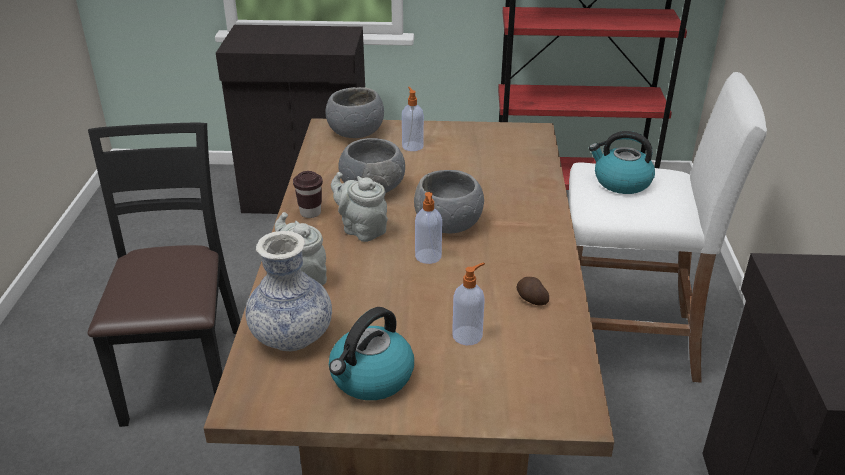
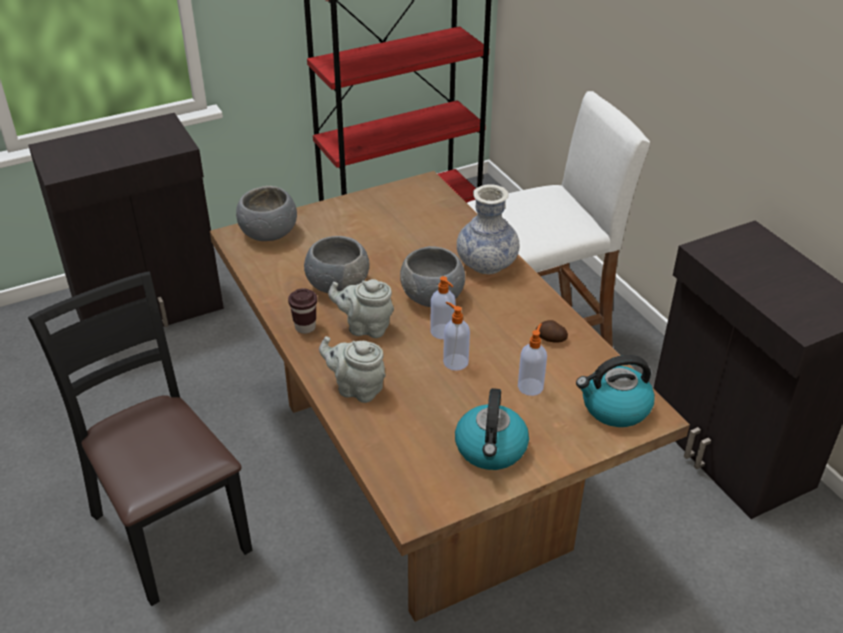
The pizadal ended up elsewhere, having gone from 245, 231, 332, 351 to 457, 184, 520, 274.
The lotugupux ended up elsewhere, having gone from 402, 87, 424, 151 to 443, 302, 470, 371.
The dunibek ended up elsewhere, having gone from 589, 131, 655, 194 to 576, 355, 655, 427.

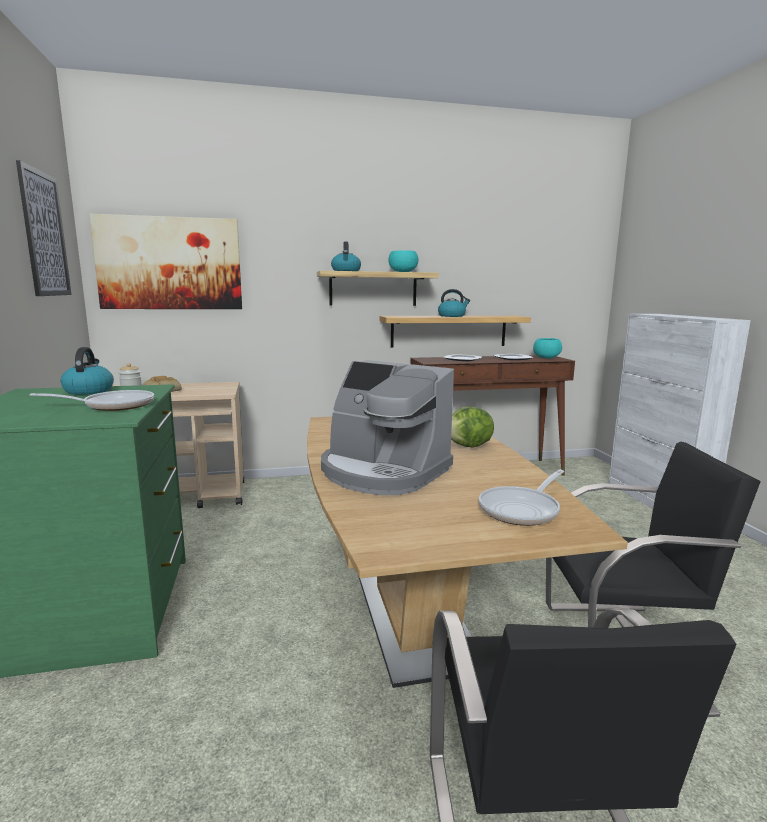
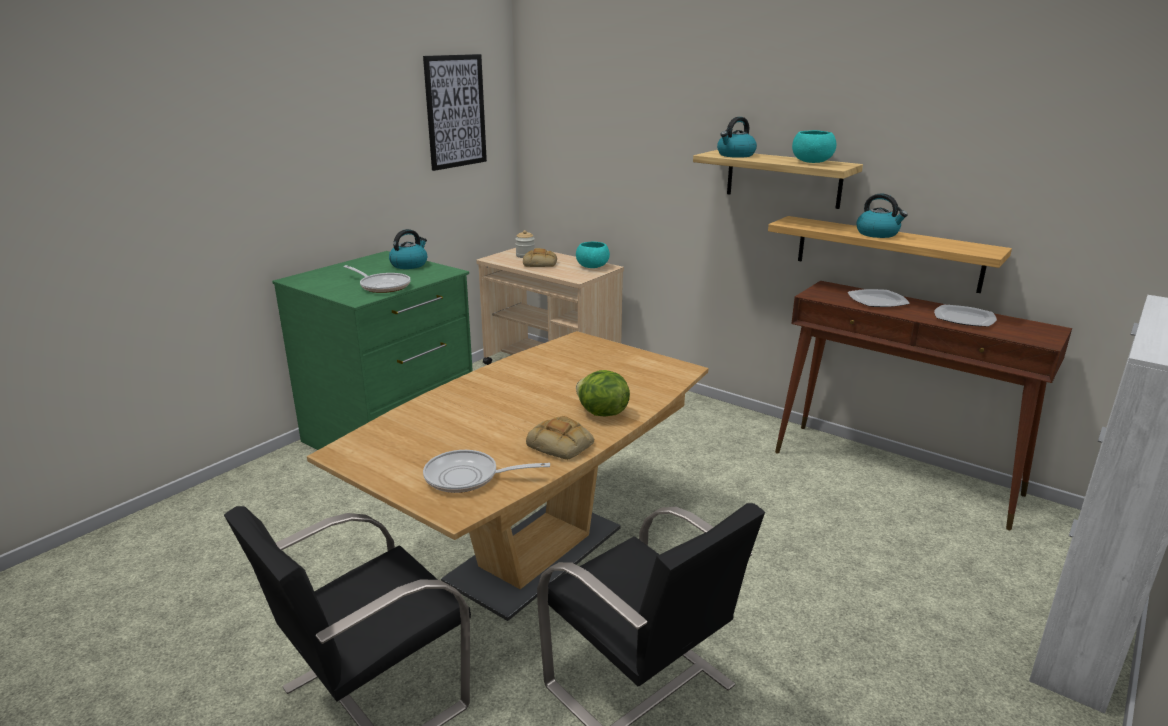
The second view lost the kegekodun at 89, 214, 242, 309.
The second view lost the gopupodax at 321, 360, 454, 495.
The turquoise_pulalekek ended up elsewhere, having gone from 533, 338, 562, 358 to 576, 242, 610, 268.
The second view gained the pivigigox at 526, 416, 594, 460.

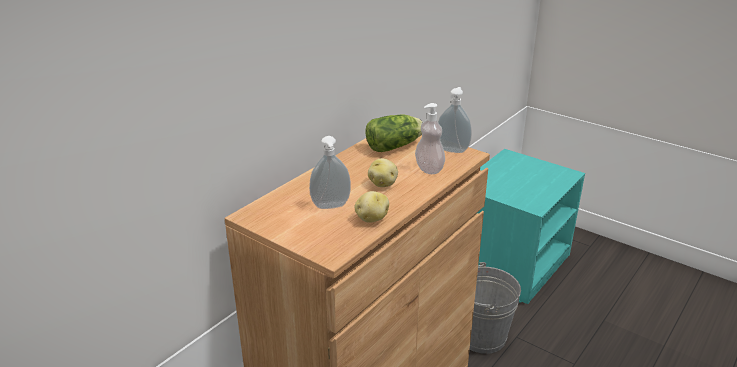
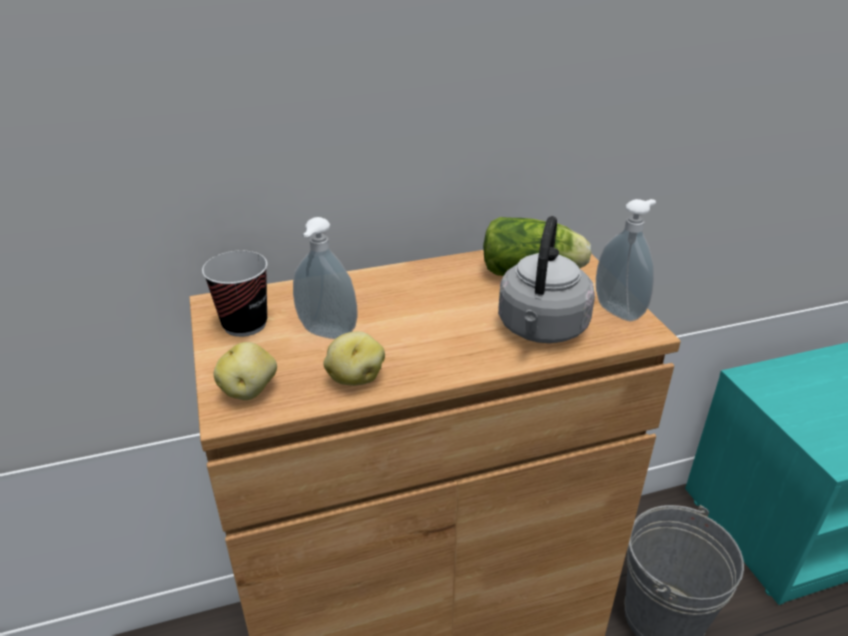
The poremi ended up elsewhere, having gone from 368, 158, 398, 187 to 214, 342, 277, 400.
Where the lotugupux stood at 415, 103, 445, 174, the grey_dunibek came to stand at 498, 216, 595, 343.
The second view gained the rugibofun at 202, 251, 268, 337.

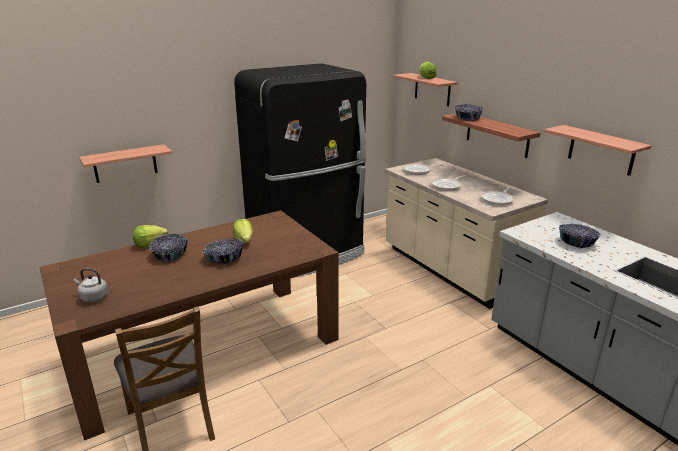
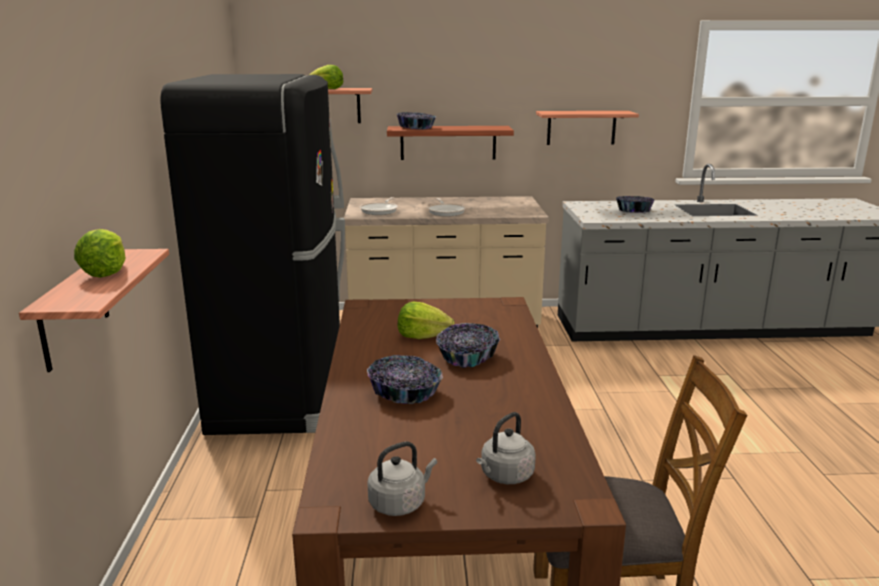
The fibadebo ended up elsewhere, having gone from 133, 225, 168, 248 to 74, 229, 126, 278.
The second view lost the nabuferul at 481, 187, 515, 206.
The second view gained the grey_dunibek at 367, 441, 437, 516.

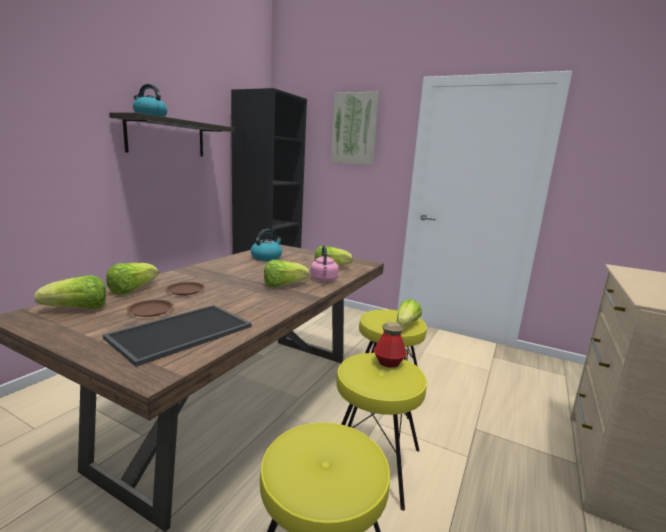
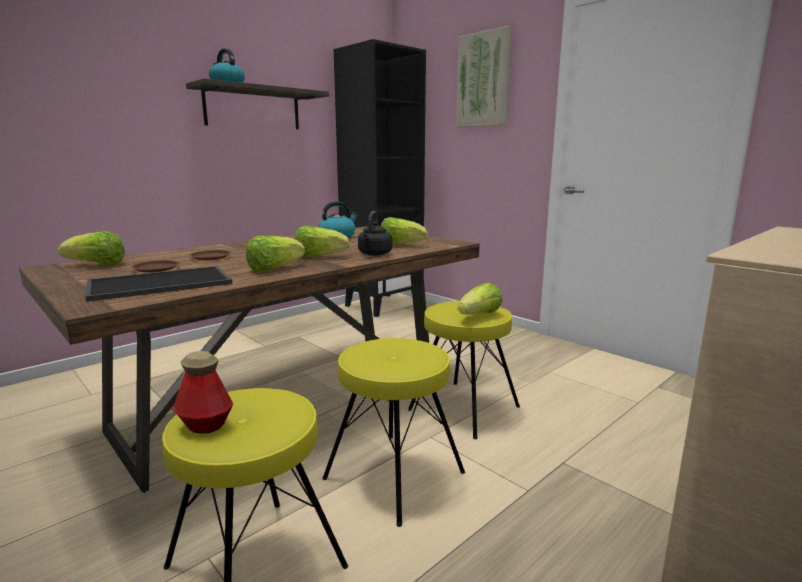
The fibadebo ended up elsewhere, having gone from 106, 263, 159, 295 to 246, 235, 305, 272.
What was the pink_dunibek at 310, 245, 339, 282 turned into the black_dunibek at 358, 211, 392, 256.
The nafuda ended up elsewhere, having gone from 374, 322, 407, 368 to 174, 351, 233, 434.

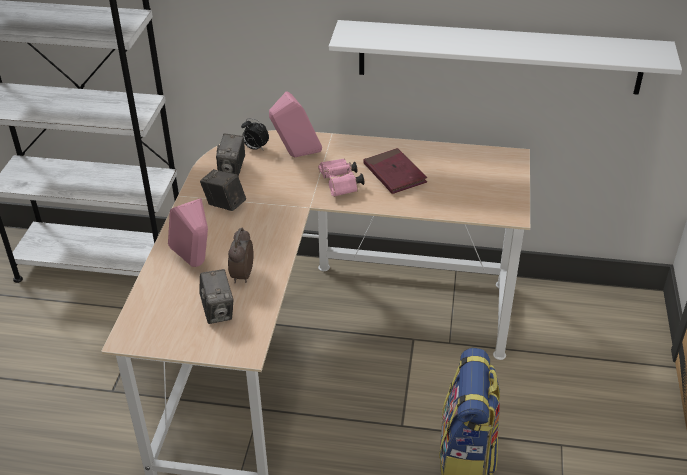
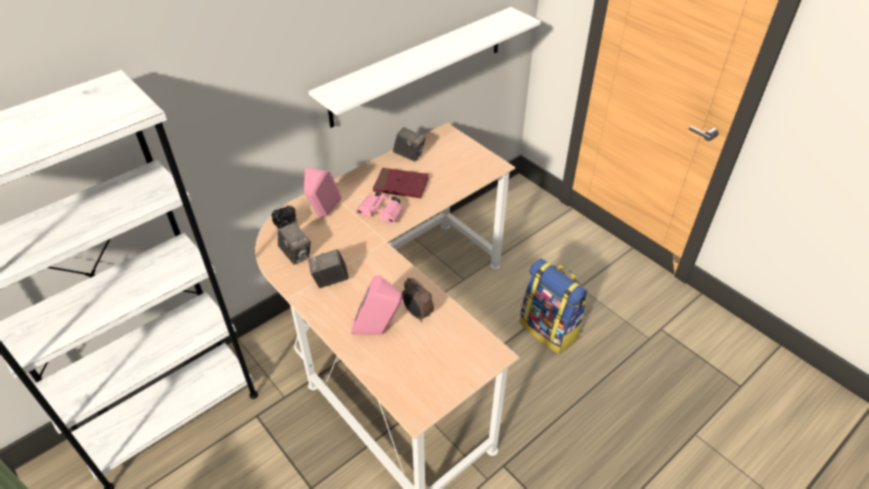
The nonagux ended up elsewhere, having gone from 199, 269, 234, 324 to 393, 127, 426, 162.

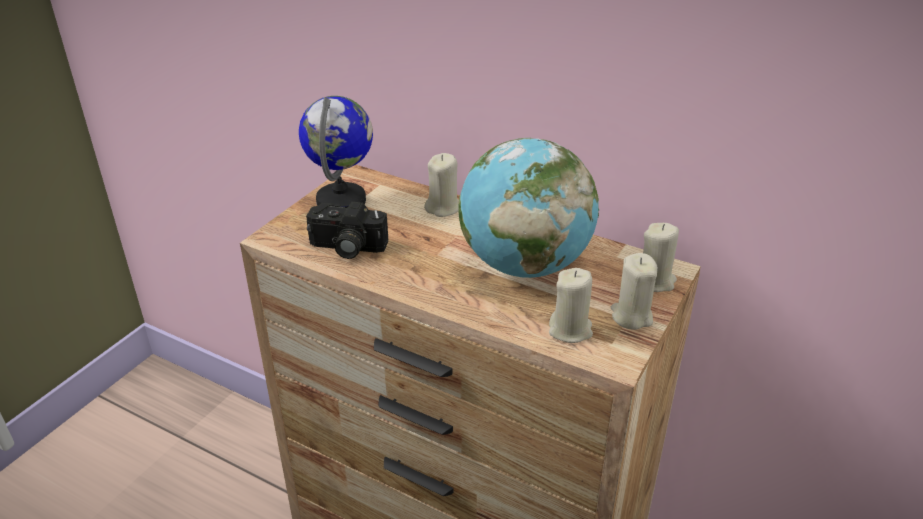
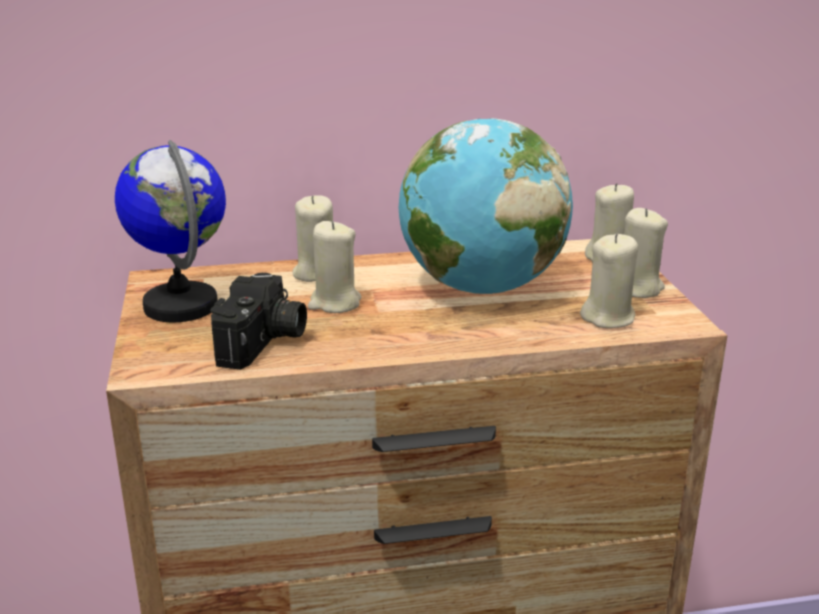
The nonagux at 306, 202, 389, 259 ended up facing another way, 45 degrees counterclockwise from before.
The second view gained the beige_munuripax at 308, 221, 362, 313.

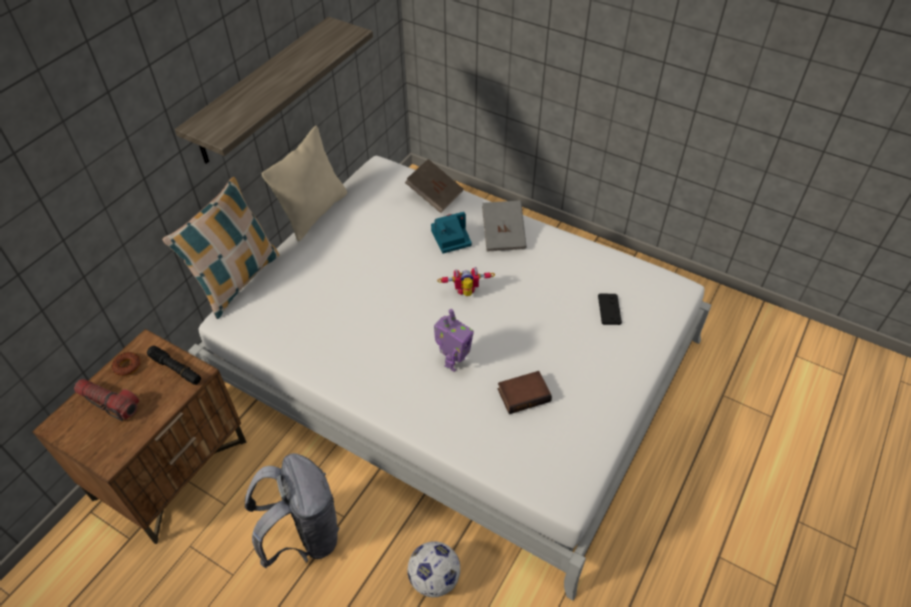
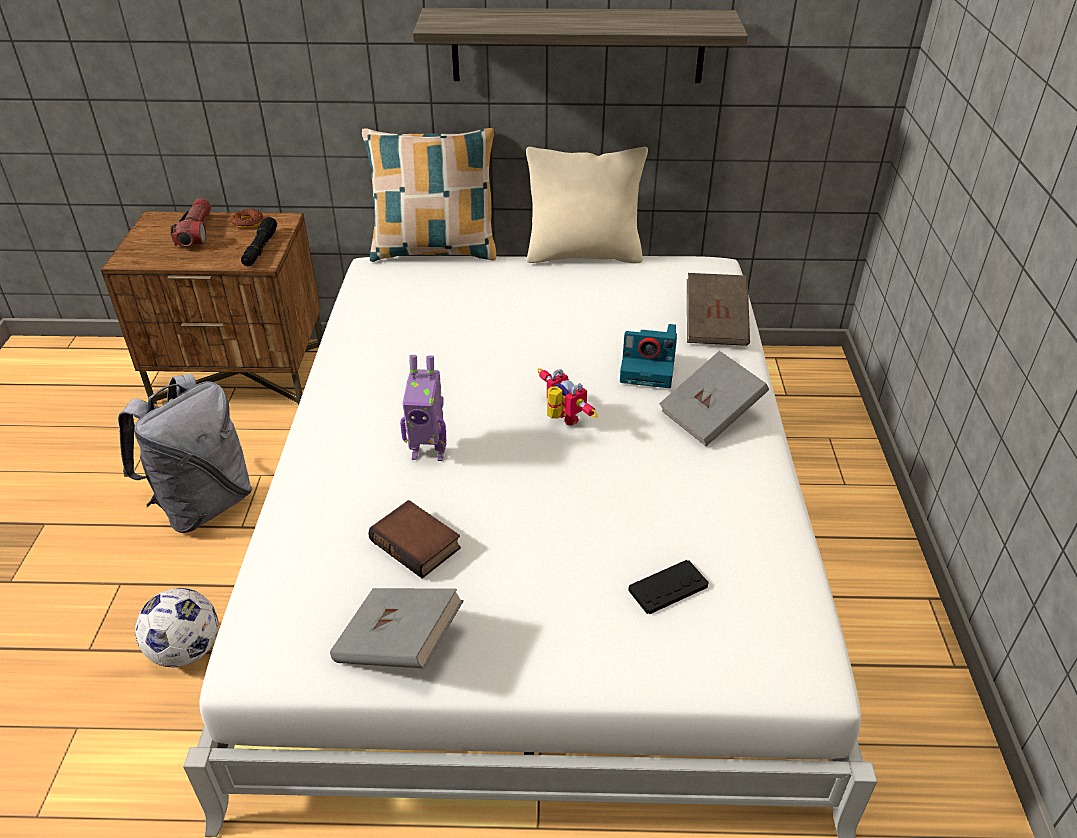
The nonagux at 431, 212, 472, 254 ended up facing another way, 150 degrees clockwise from before.
The second view gained the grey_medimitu at 330, 588, 463, 669.

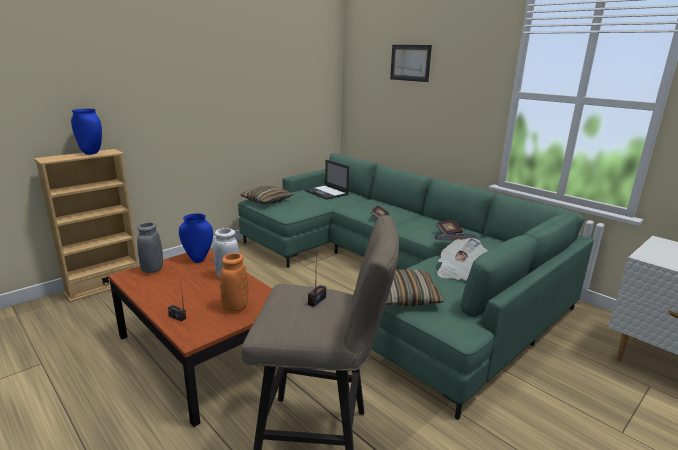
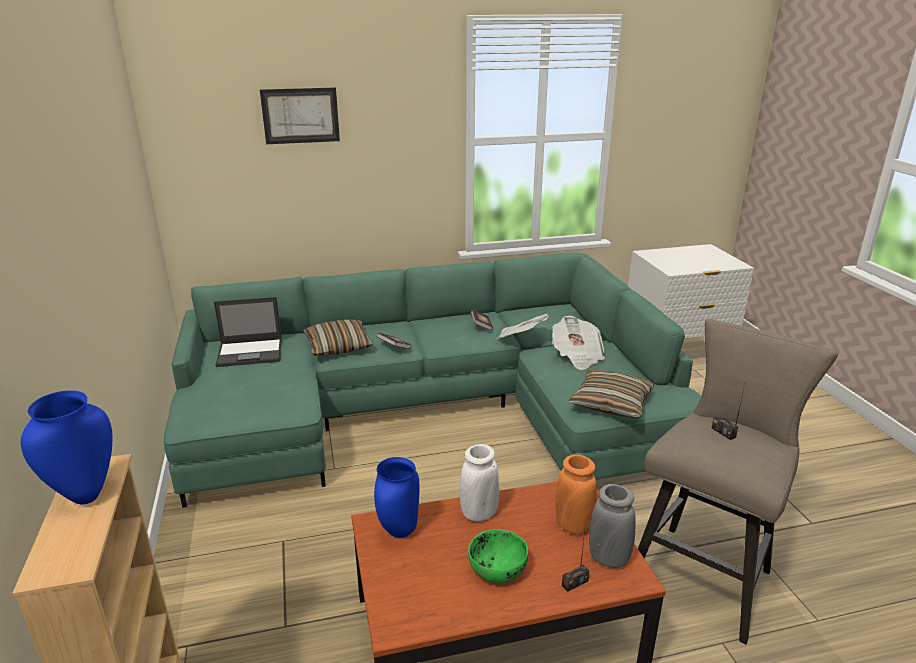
The grey_pizadal ended up elsewhere, having gone from 137, 222, 163, 273 to 589, 484, 636, 568.
The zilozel ended up elsewhere, having gone from 240, 185, 294, 204 to 303, 319, 373, 356.
The second view gained the green_pulalekek at 468, 529, 528, 583.

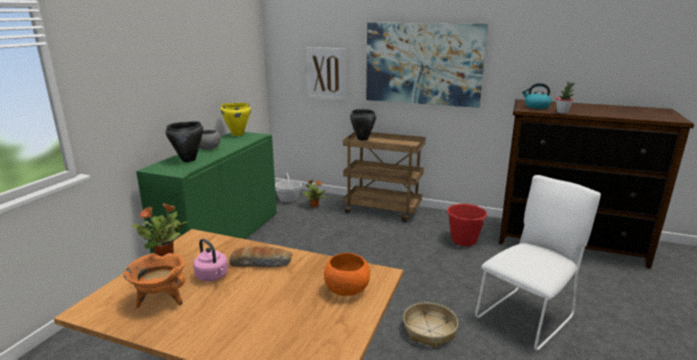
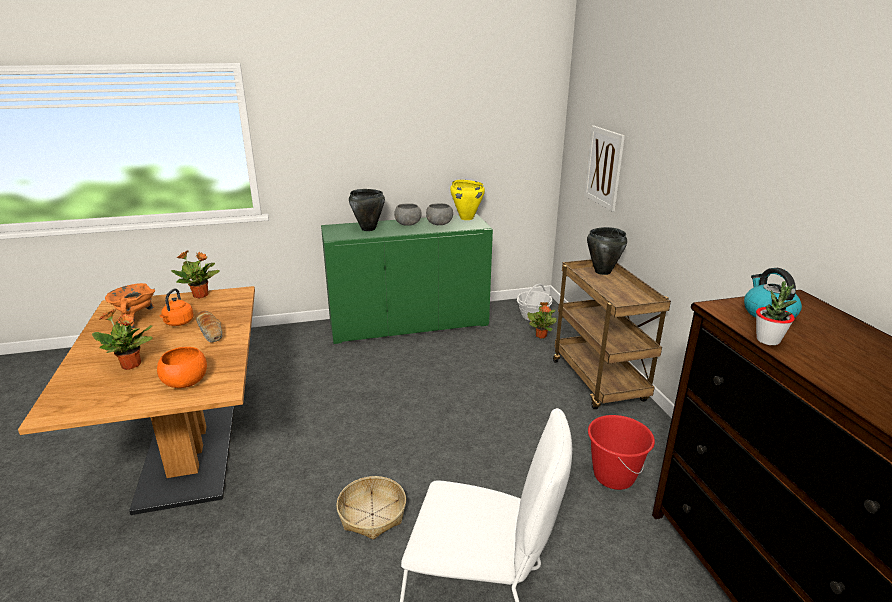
What was the pink_dunibek at 193, 239, 228, 281 turned into the orange_dunibek at 160, 288, 194, 326.
The second view lost the kegekodun at 366, 23, 488, 108.
The second view gained the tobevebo at 92, 310, 153, 370.
The second view gained the grey_pulalekek at 426, 203, 453, 225.

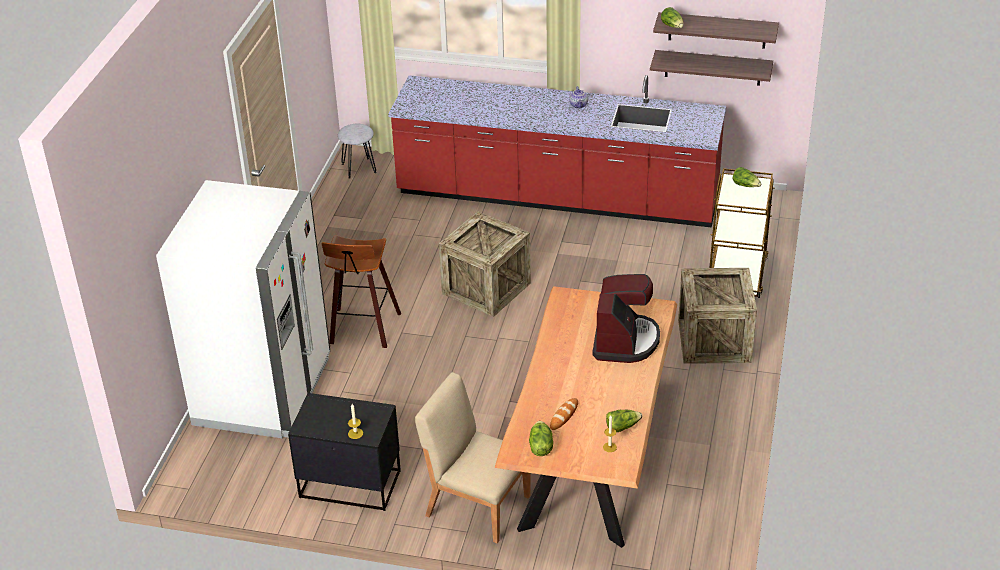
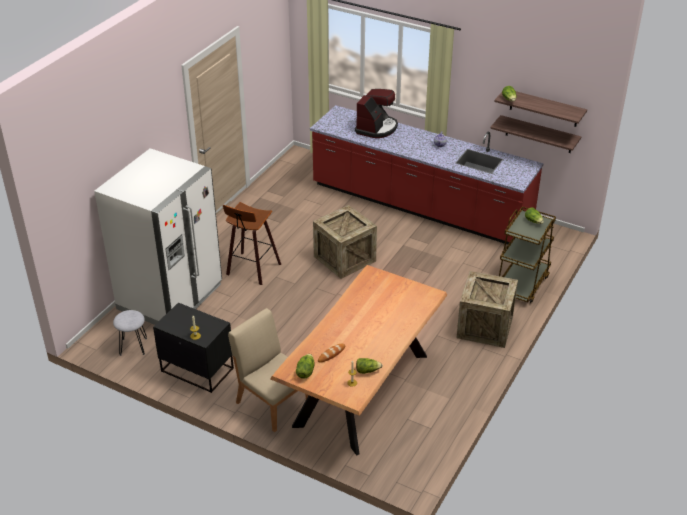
The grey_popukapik ended up elsewhere, having gone from 338, 124, 376, 179 to 113, 310, 147, 356.
The gopupodax ended up elsewhere, having gone from 593, 274, 660, 363 to 355, 89, 398, 138.

